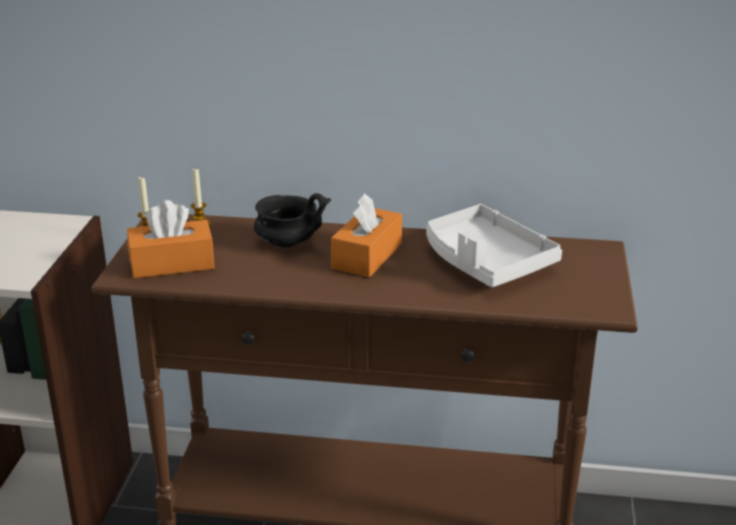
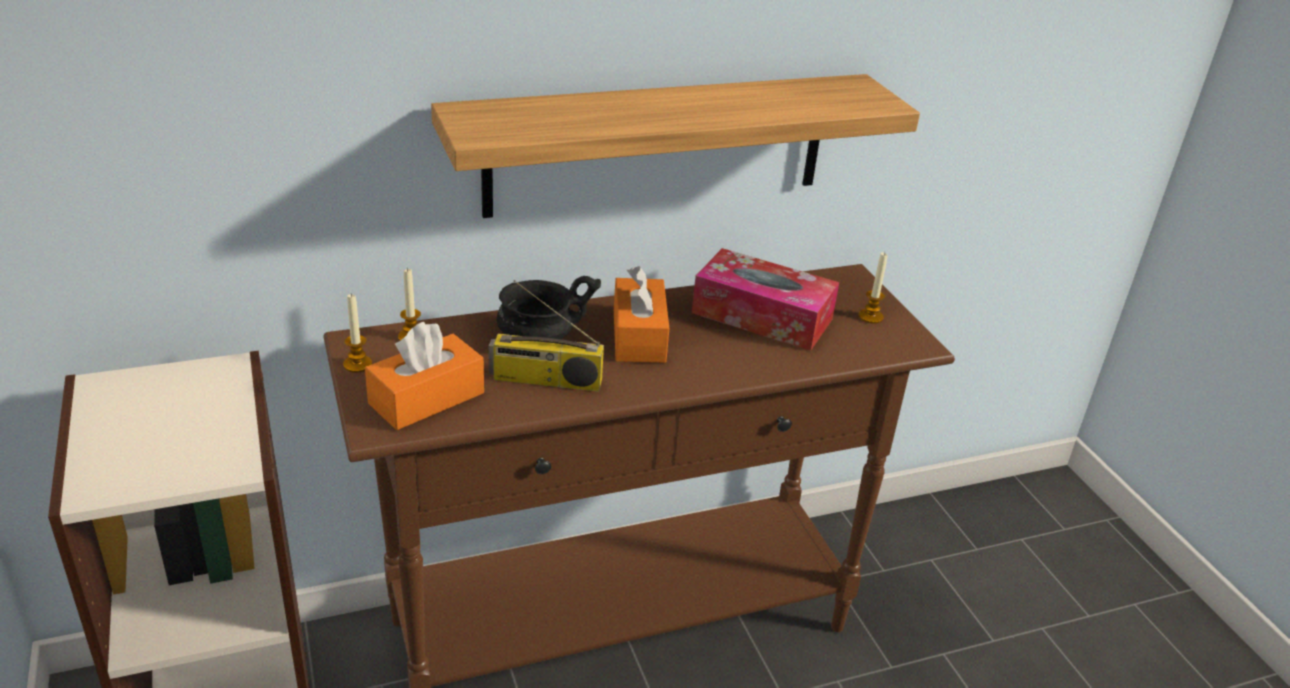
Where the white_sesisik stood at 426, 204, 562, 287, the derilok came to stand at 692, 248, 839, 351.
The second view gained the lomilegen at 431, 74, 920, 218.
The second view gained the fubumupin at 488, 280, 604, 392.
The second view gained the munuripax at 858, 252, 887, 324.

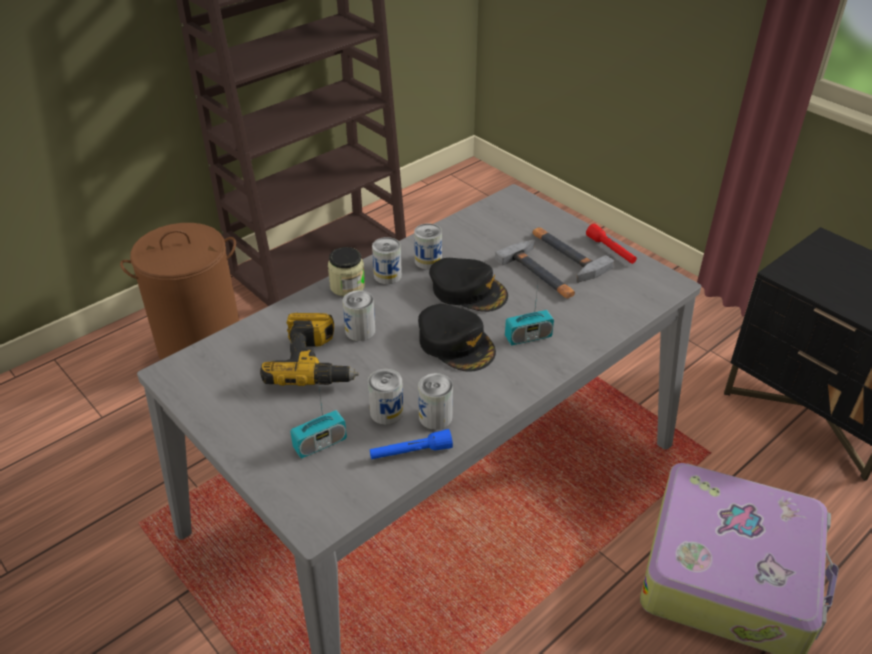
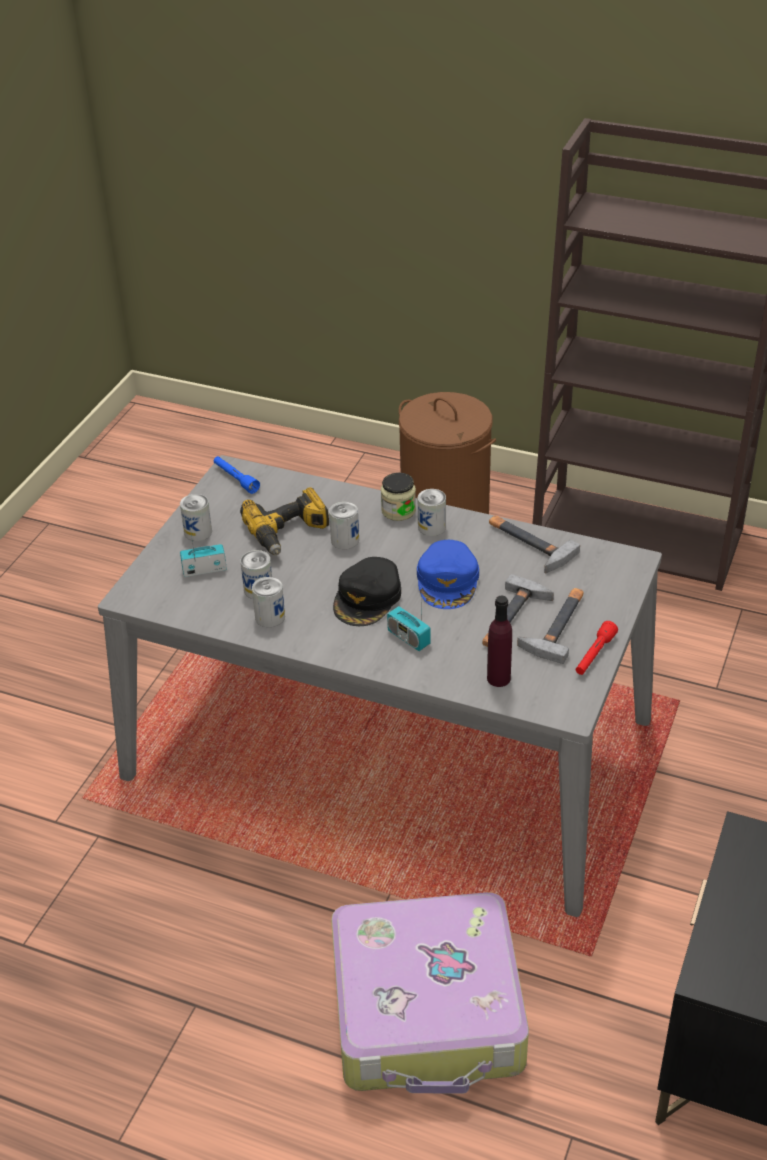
The fubumupin at 290, 381, 347, 458 ended up facing another way, 135 degrees clockwise from before.
The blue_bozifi ended up elsewhere, having gone from 370, 429, 453, 459 to 214, 456, 260, 494.
The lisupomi ended up elsewhere, having gone from 414, 223, 442, 270 to 180, 494, 212, 541.
What was the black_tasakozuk at 429, 258, 508, 312 turned into the blue_tasakozuk at 417, 540, 479, 609.
The second view gained the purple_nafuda at 487, 596, 512, 687.
The second view gained the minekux at 489, 516, 580, 573.

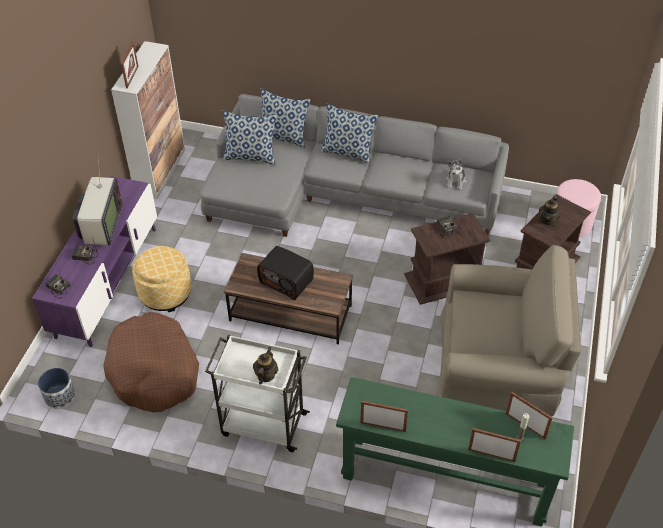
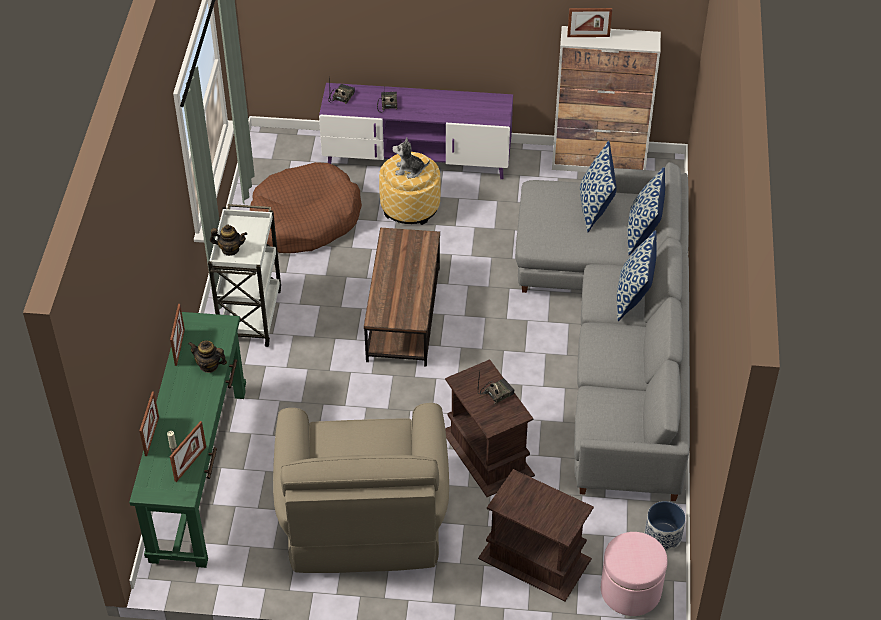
The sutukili ended up elsewhere, having gone from 38, 368, 76, 409 to 645, 501, 686, 551.
The second view lost the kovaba at 72, 158, 122, 246.
The second view lost the fubumupin at 257, 246, 314, 300.
The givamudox ended up elsewhere, having gone from 446, 160, 466, 190 to 393, 137, 430, 178.
The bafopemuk ended up elsewhere, having gone from 539, 196, 560, 226 to 188, 340, 227, 373.

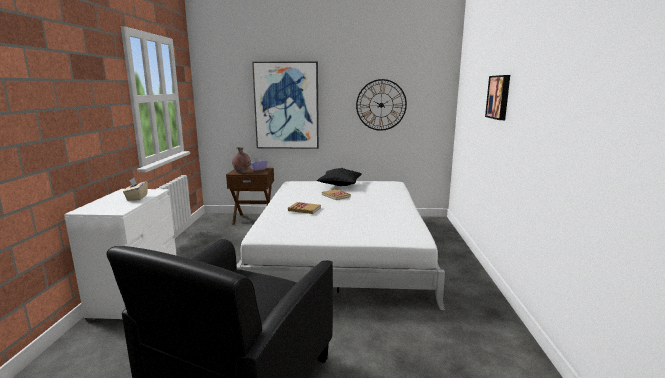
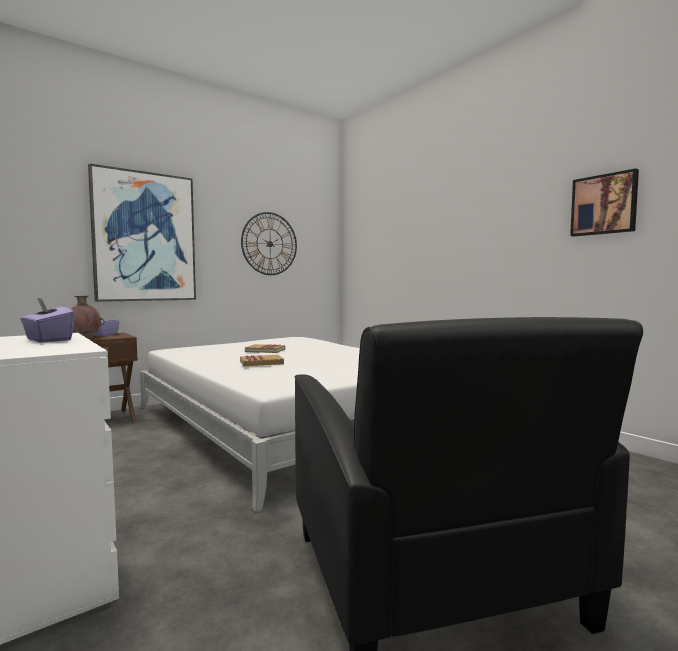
What was the beige_derilok at 123, 178, 148, 201 turned into the purple_derilok at 20, 298, 75, 343.
The second view lost the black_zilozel at 317, 168, 362, 186.
The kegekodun ended up elsewhere, having gone from 485, 75, 510, 120 to 570, 168, 639, 237.

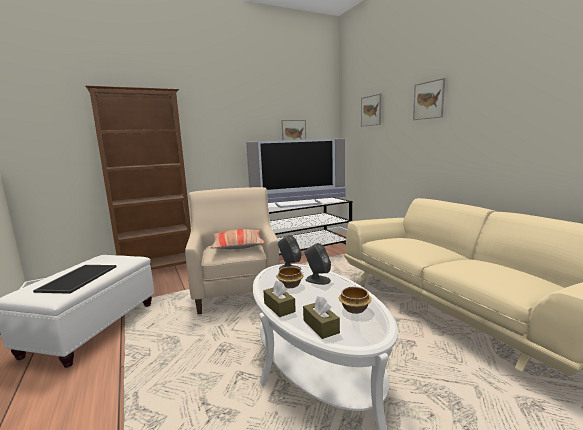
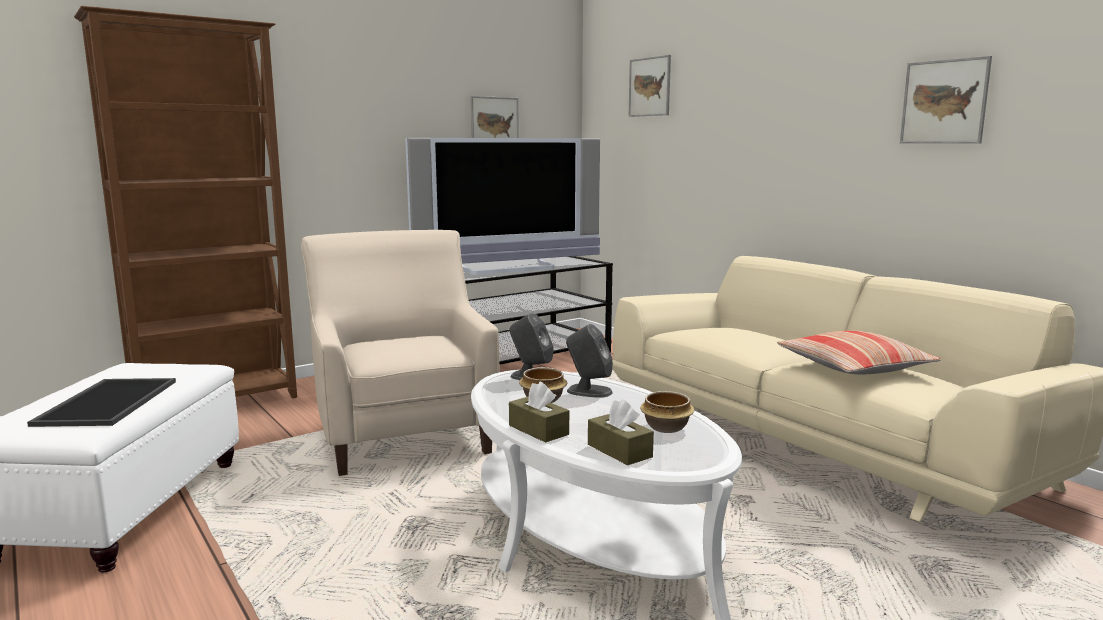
The zilozel ended up elsewhere, having gone from 211, 229, 265, 249 to 777, 331, 940, 374.
The kegekodun ended up elsewhere, having gone from 413, 78, 445, 120 to 900, 56, 992, 144.

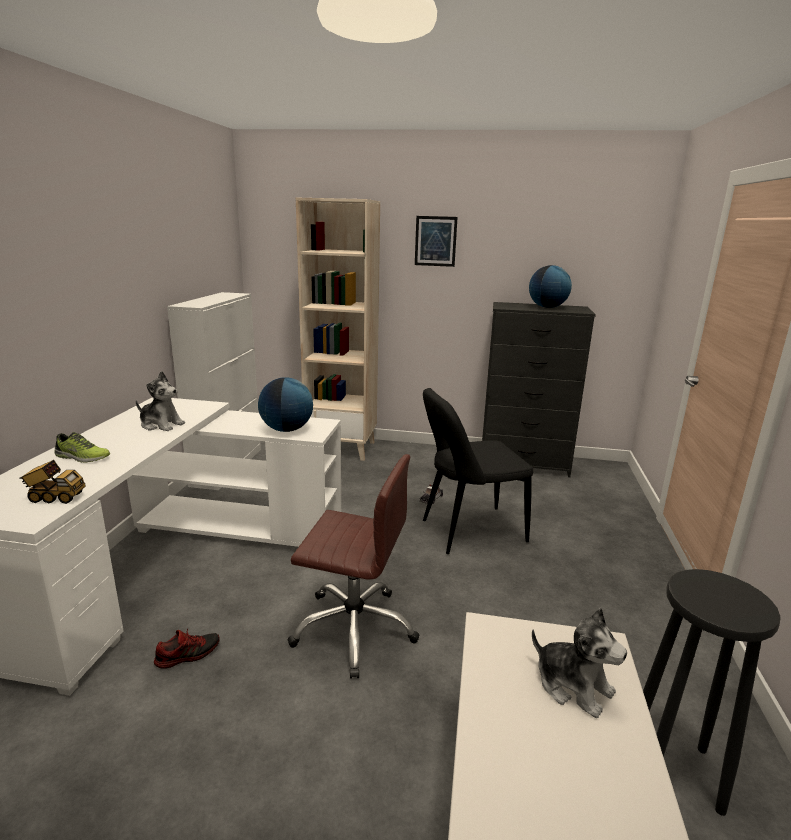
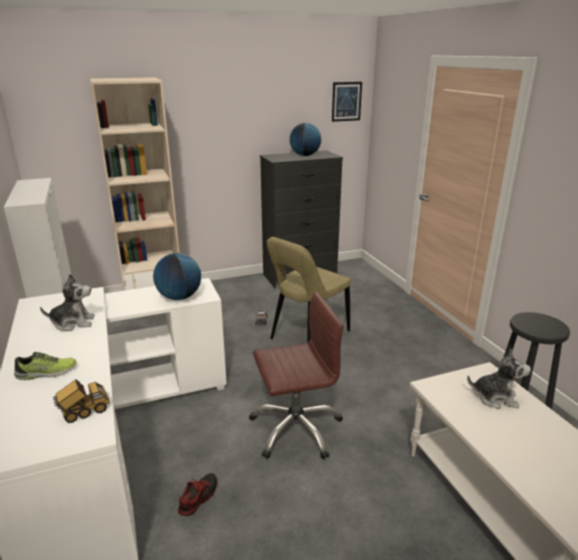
The kegekodun ended up elsewhere, having gone from 415, 216, 458, 267 to 332, 82, 362, 122.
What was the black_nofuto at 423, 388, 533, 554 turned into the beige_nofuto at 267, 237, 351, 343.

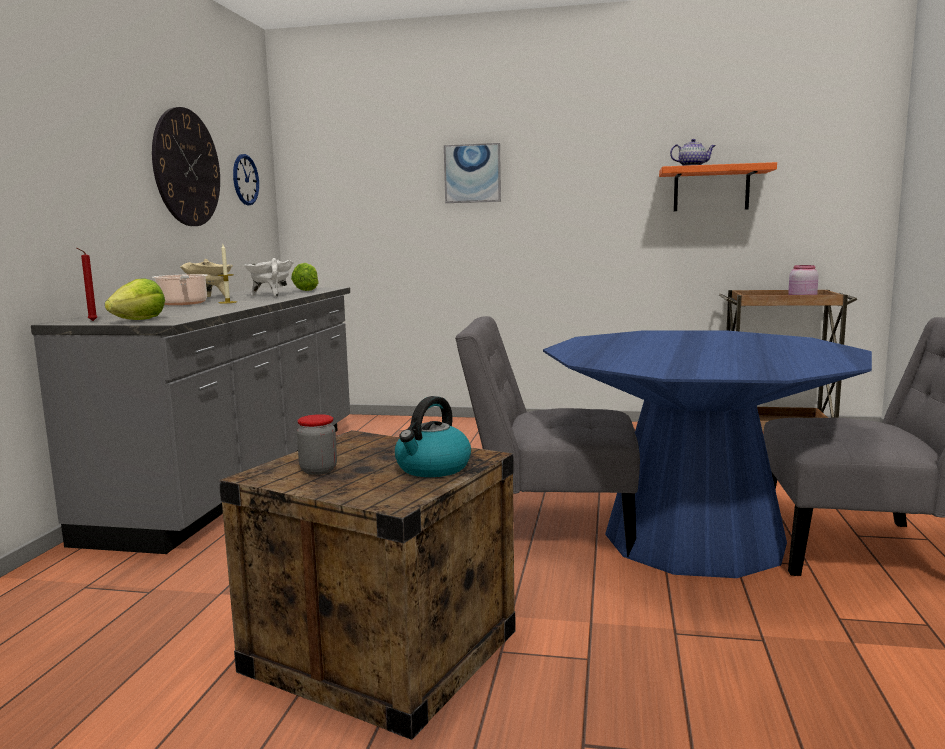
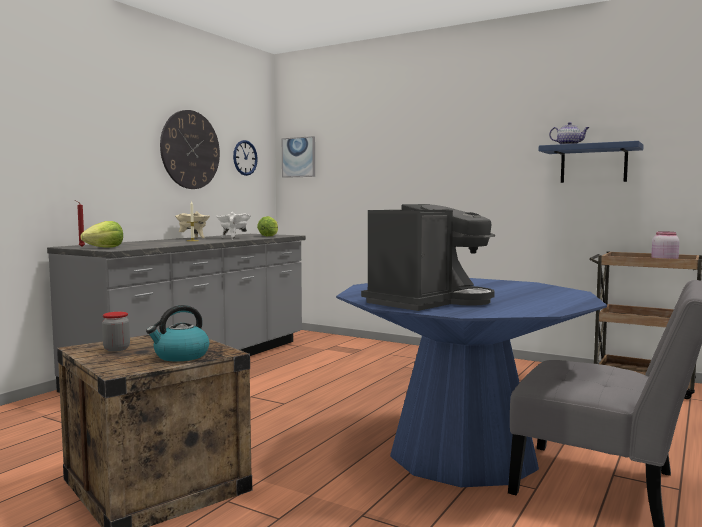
The second view lost the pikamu at 152, 274, 208, 305.
The kegekodun ended up elsewhere, having gone from 444, 143, 501, 203 to 282, 136, 315, 178.
The second view lost the grey_nofuto at 455, 316, 640, 557.
What was the orange_lomilegen at 659, 162, 777, 211 turned into the blue_lomilegen at 539, 141, 644, 183.
The second view gained the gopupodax at 361, 204, 495, 311.

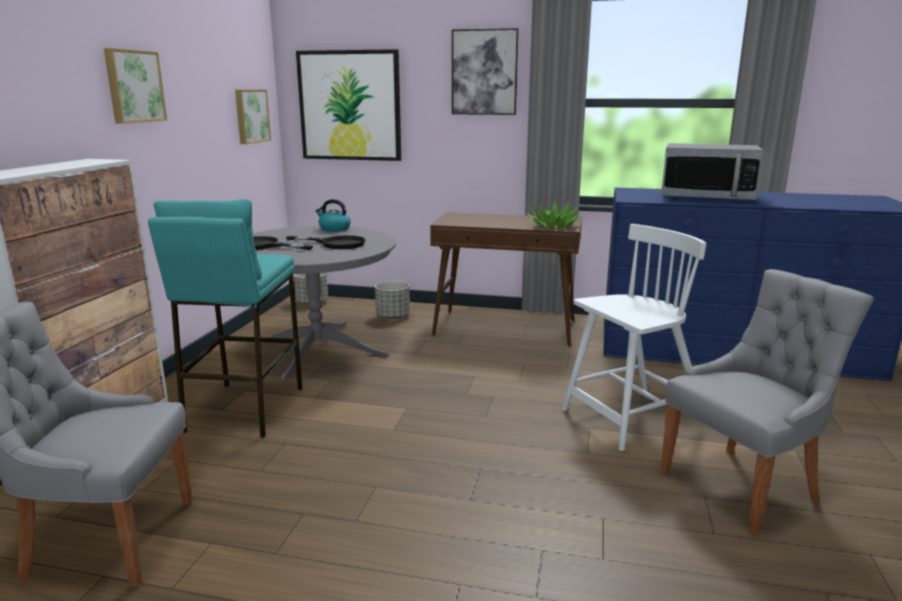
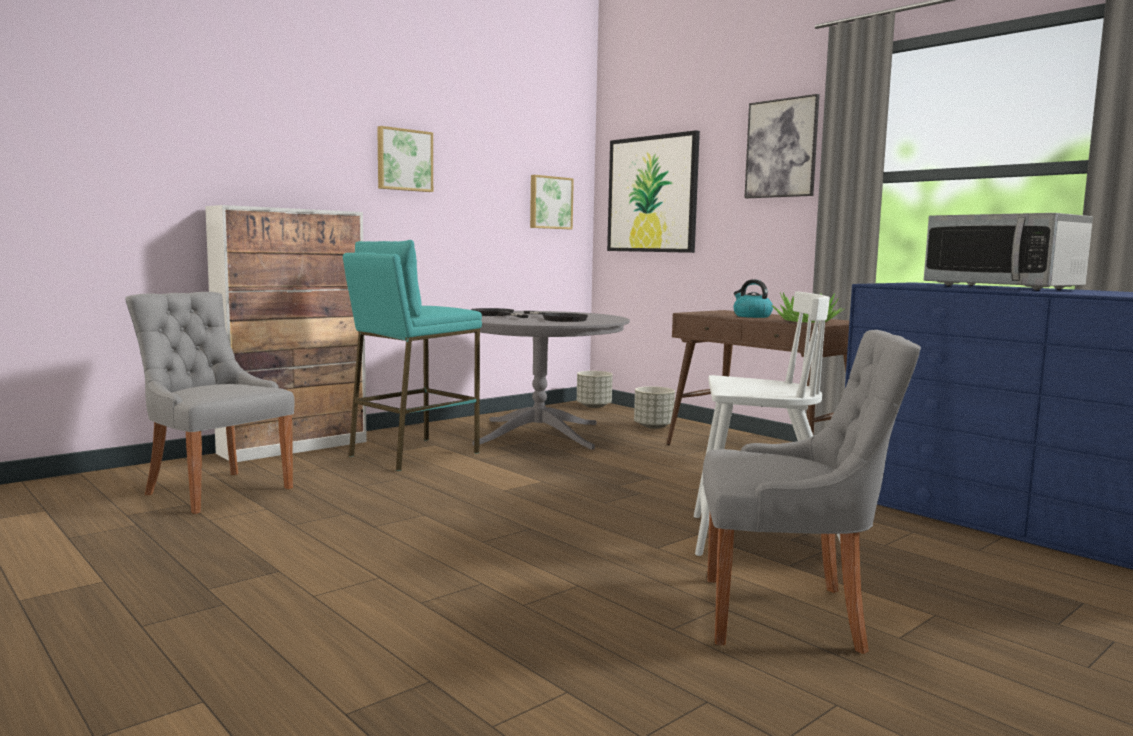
The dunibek ended up elsewhere, having gone from 316, 199, 351, 232 to 733, 279, 773, 318.

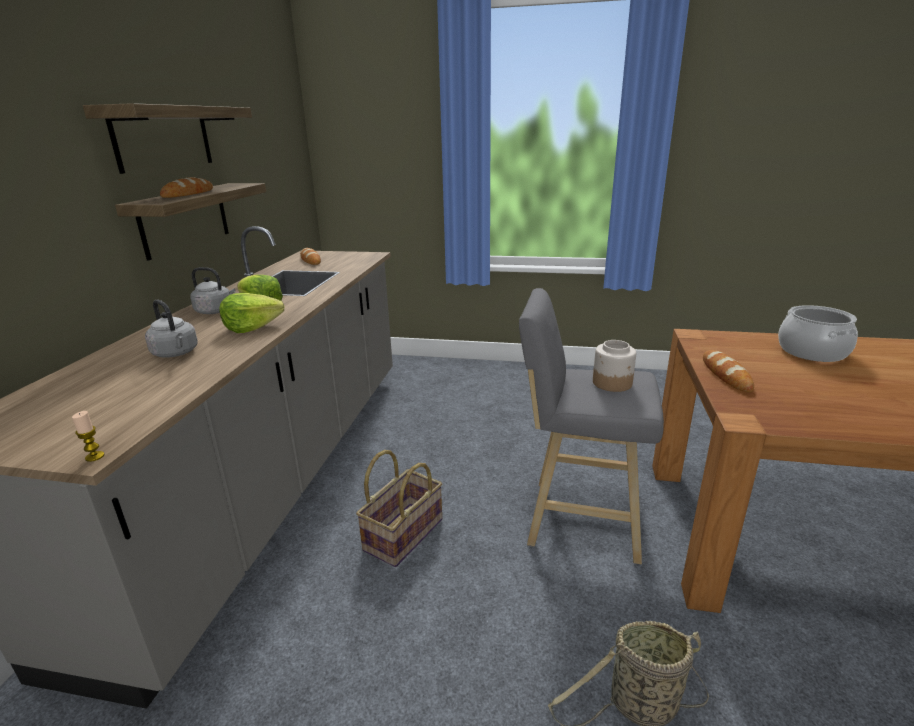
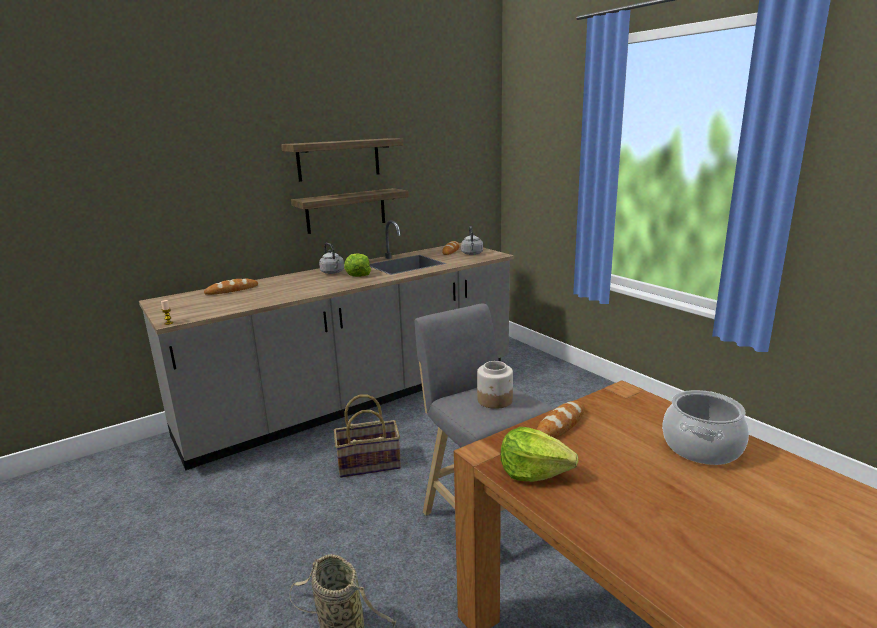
The grey_dunibek ended up elsewhere, having gone from 145, 299, 198, 358 to 461, 226, 483, 255.
The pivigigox ended up elsewhere, having gone from 160, 178, 213, 198 to 204, 278, 258, 295.
The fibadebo ended up elsewhere, having gone from 219, 293, 284, 333 to 501, 427, 578, 482.

